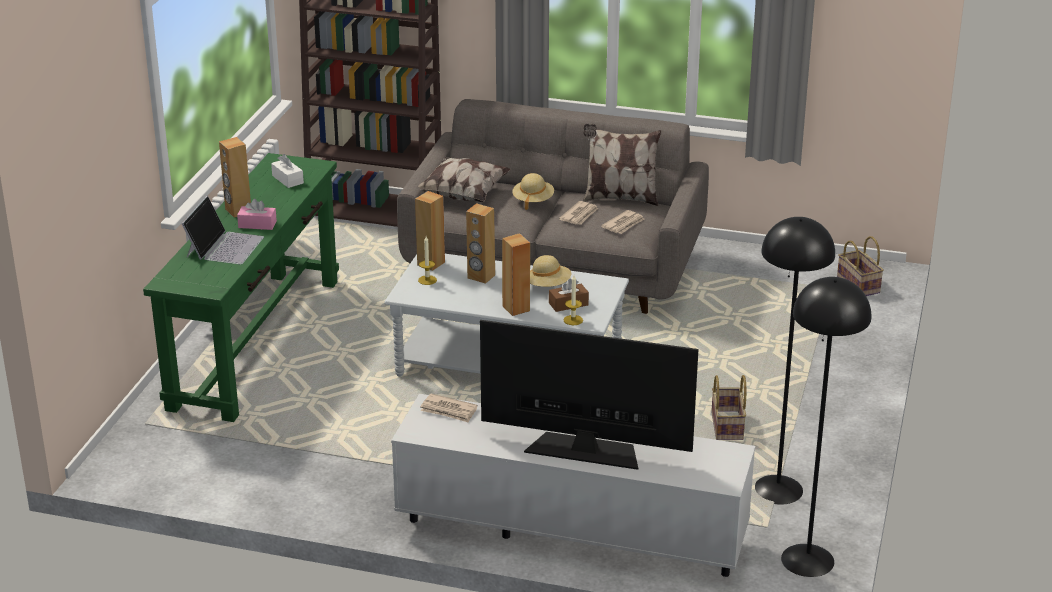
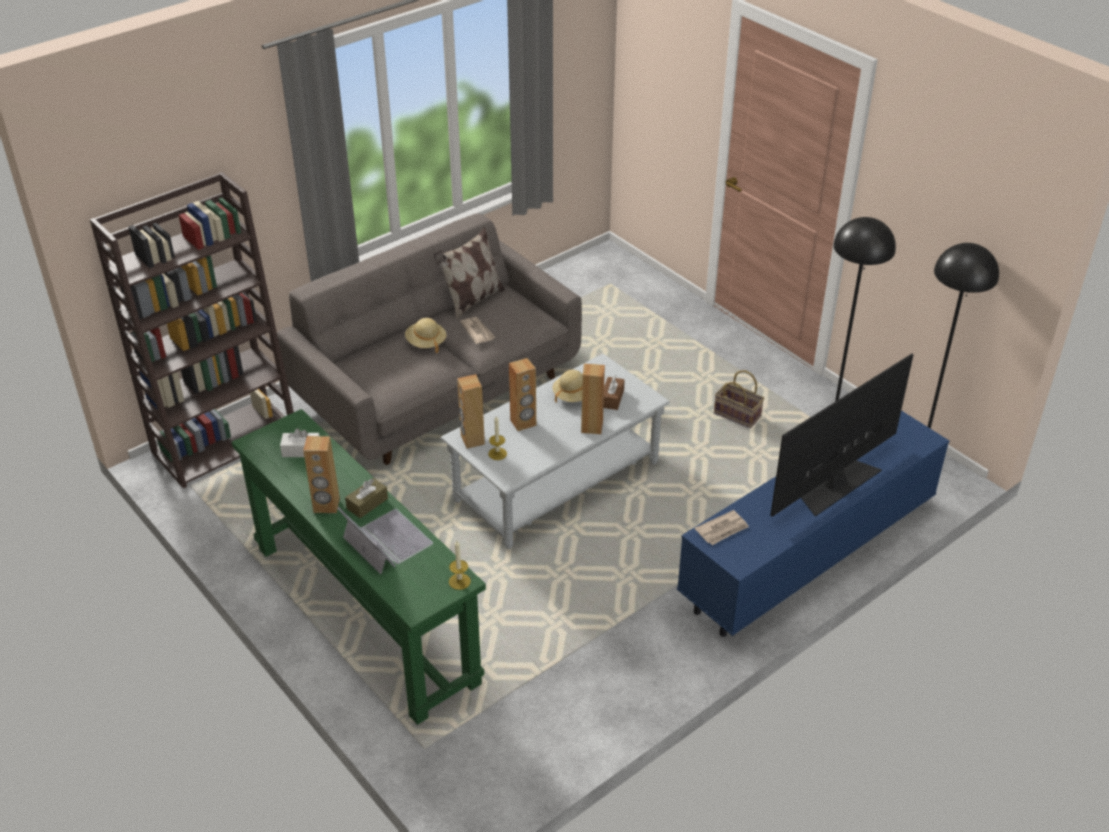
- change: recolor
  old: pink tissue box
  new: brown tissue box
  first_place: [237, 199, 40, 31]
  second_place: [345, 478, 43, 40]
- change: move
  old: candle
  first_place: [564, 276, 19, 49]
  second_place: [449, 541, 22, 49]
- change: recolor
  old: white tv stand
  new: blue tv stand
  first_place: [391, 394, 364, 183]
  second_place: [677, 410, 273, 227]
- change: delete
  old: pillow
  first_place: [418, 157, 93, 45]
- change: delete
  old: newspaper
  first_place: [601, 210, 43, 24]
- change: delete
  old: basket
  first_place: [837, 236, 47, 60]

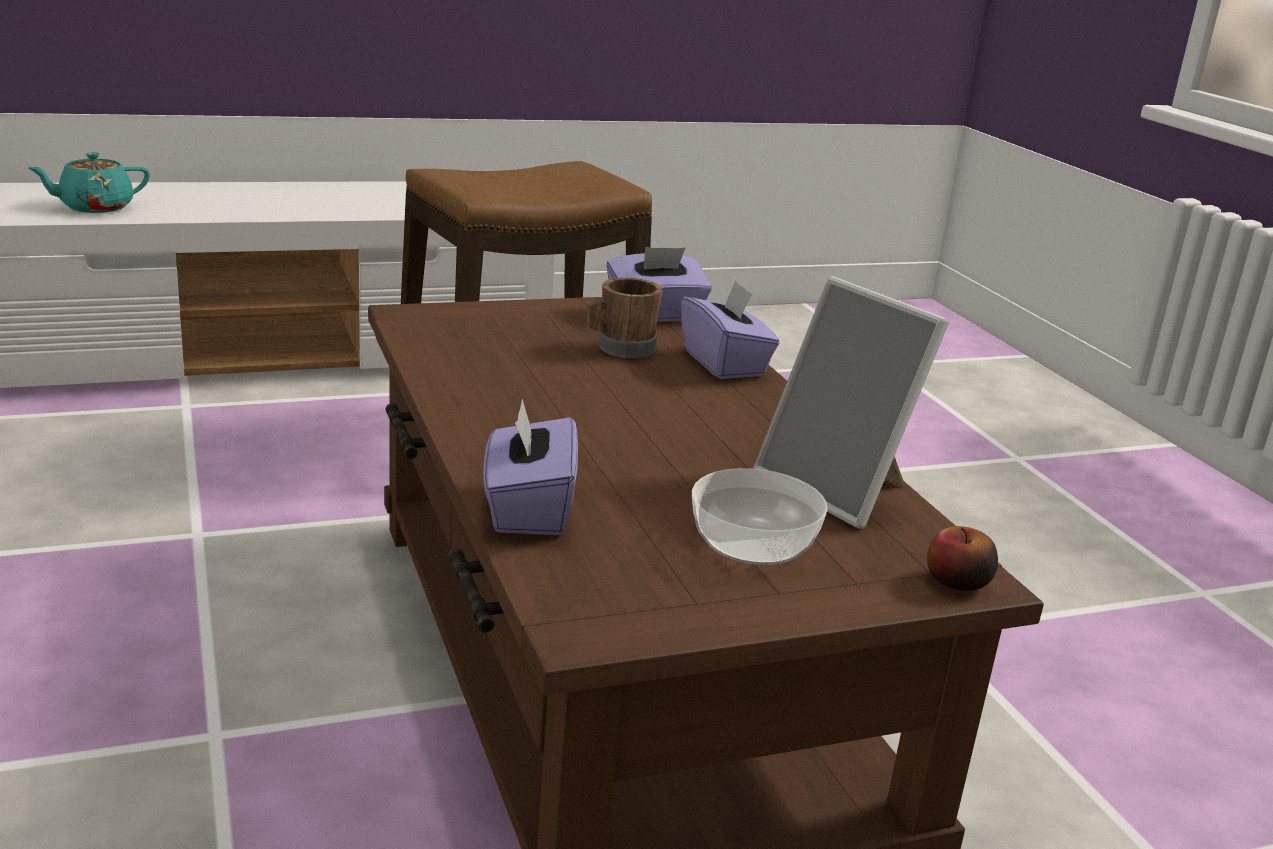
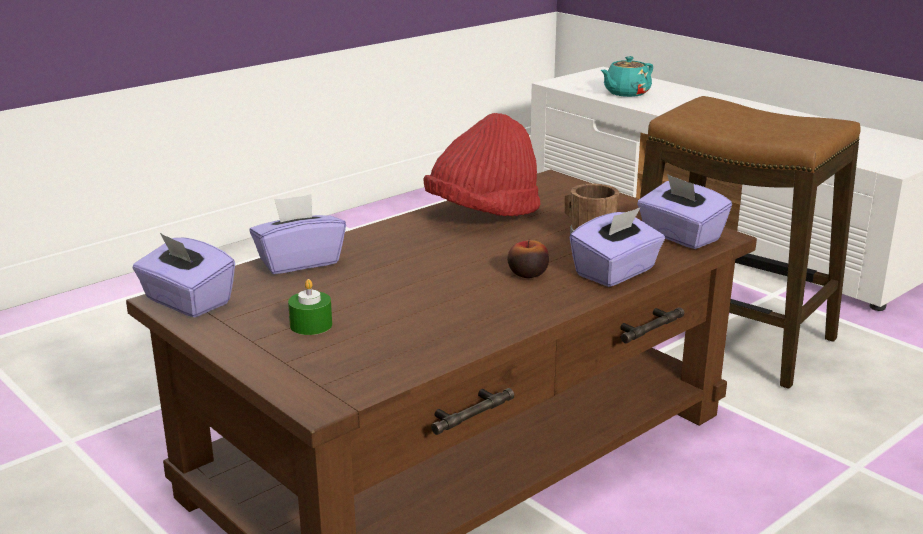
- change: insert
  new: purple tissue box
  second_place: [133, 233, 102, 84]
- change: replace
  old: bowl
  new: green candle
  first_place: [692, 468, 135, 97]
  second_place: [288, 279, 44, 56]
- change: insert
  new: red hat
  second_place: [424, 113, 117, 103]
- change: move
  old: apple
  first_place: [927, 526, 71, 65]
  second_place: [507, 239, 42, 39]
- change: rotate
  old: turquoise teapot
  first_place: [28, 152, 122, 61]
  second_place: [601, 56, 52, 41]
  degrees: -75
- change: delete
  old: picture frame
  first_place: [753, 276, 196, 253]

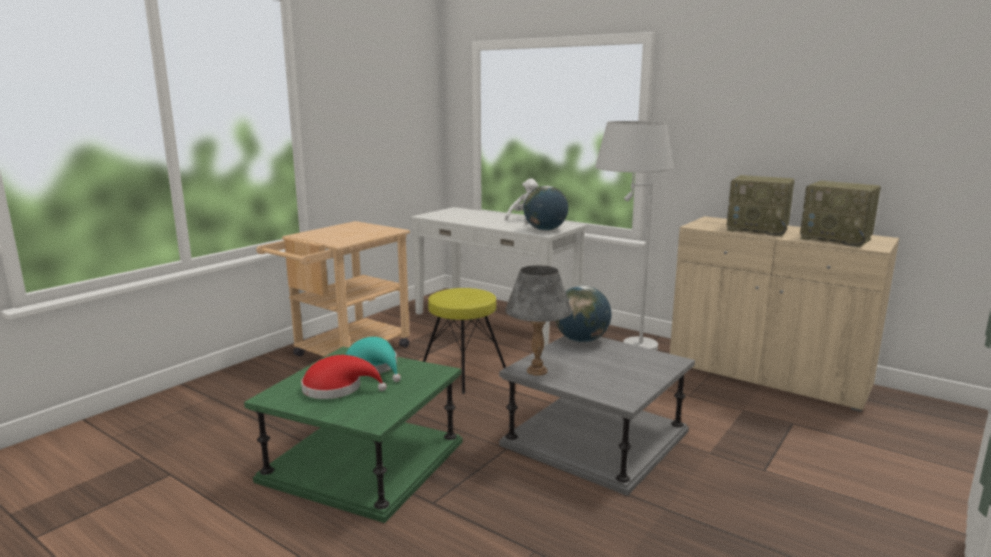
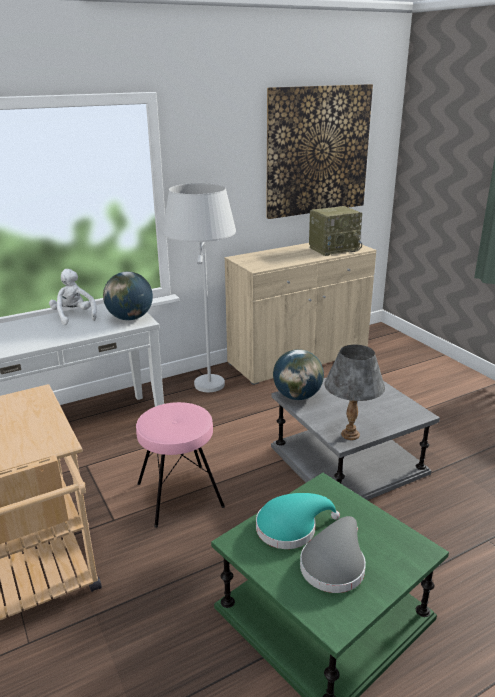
- change: recolor
  old: yellow stool
  new: pink stool
  first_place: [423, 288, 83, 106]
  second_place: [136, 402, 89, 126]
- change: insert
  new: picture
  second_place: [266, 84, 107, 135]
- change: recolor
  old: red hat
  new: grey hat
  first_place: [301, 355, 86, 44]
  second_place: [300, 516, 66, 77]
- change: delete
  old: radio
  first_place: [726, 175, 69, 61]

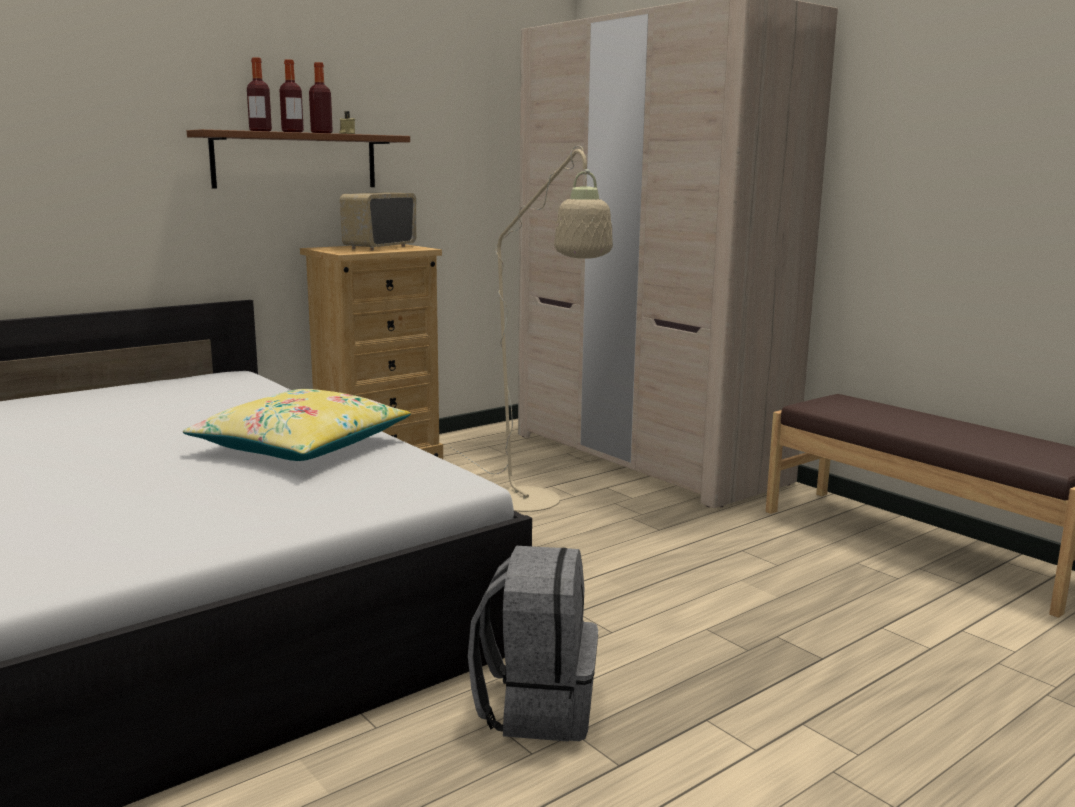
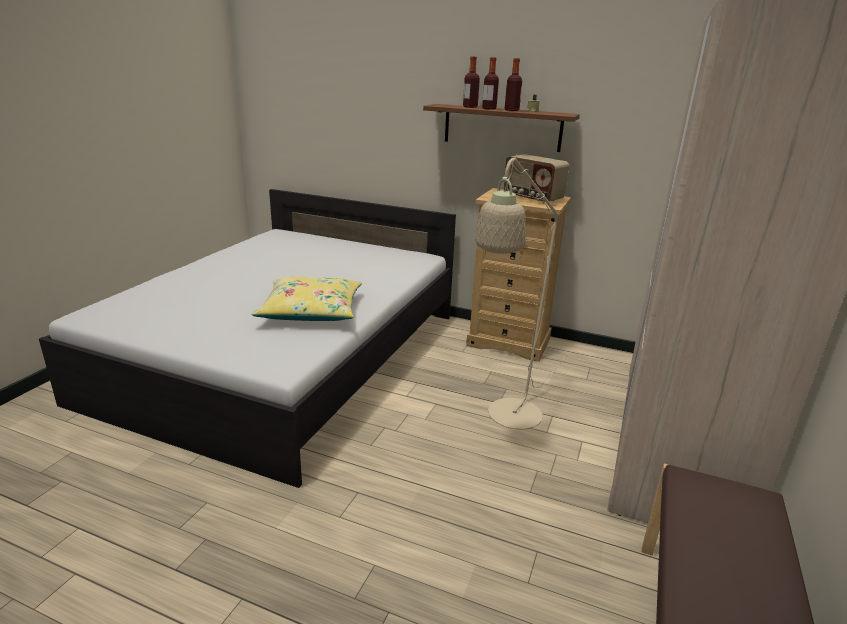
- change: rotate
  old: radio
  first_place: [340, 192, 76, 58]
  second_place: [504, 154, 65, 50]
  degrees: -135
- change: delete
  old: grey backpack
  first_place: [468, 546, 130, 196]

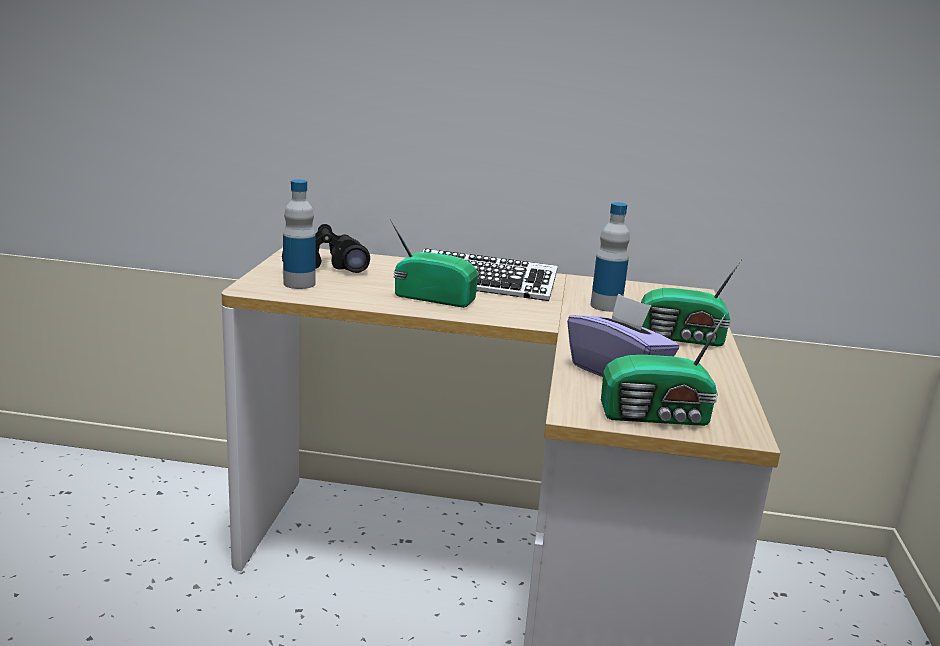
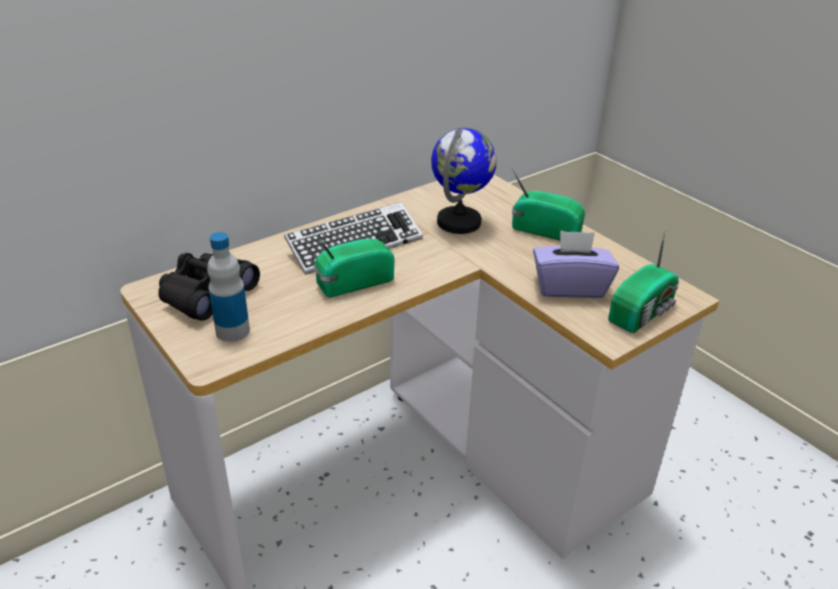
- change: replace
  old: bottle
  new: globe
  first_place: [590, 202, 40, 110]
  second_place: [431, 127, 66, 107]
- change: rotate
  old: radio
  first_place: [641, 258, 102, 89]
  second_place: [512, 168, 73, 72]
  degrees: -120

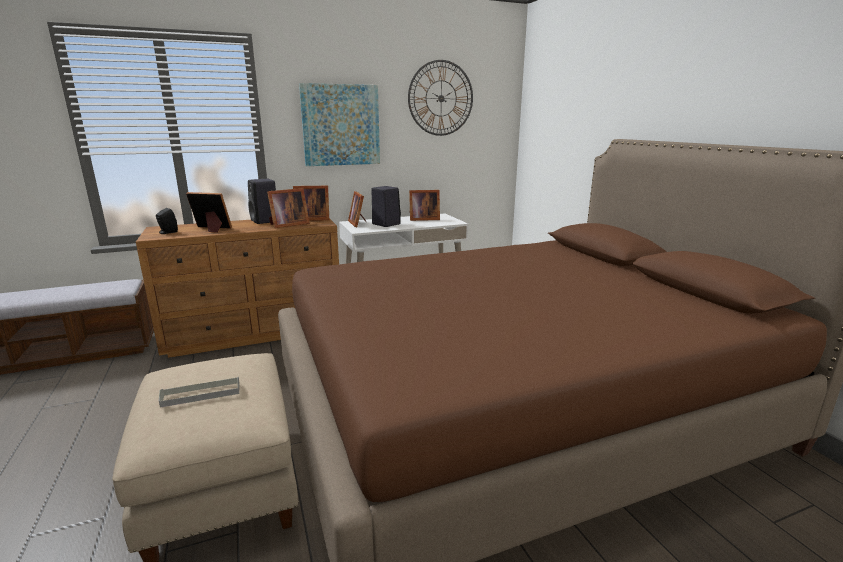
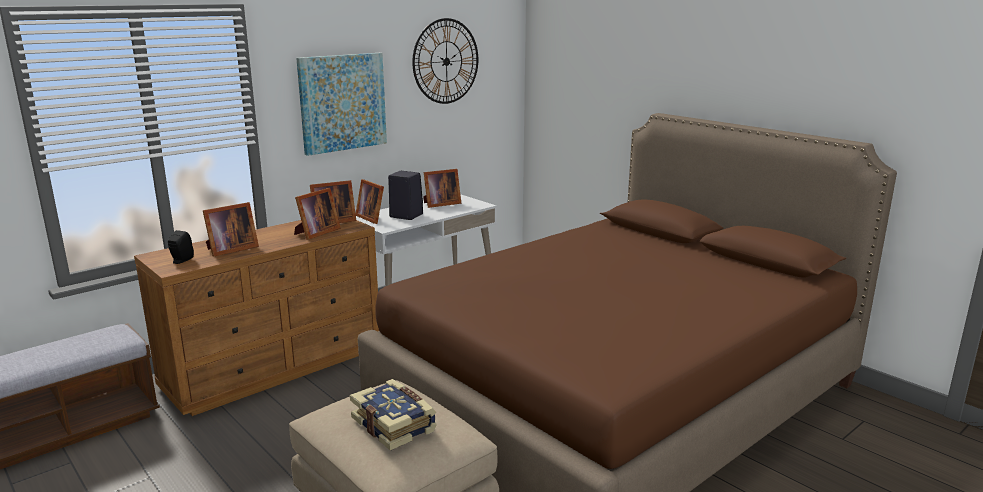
- change: rotate
  old: picture frame
  first_place: [186, 192, 46, 41]
  second_place: [203, 202, 56, 54]
  degrees: 150
- change: replace
  old: grey tray
  new: book
  first_place: [159, 376, 81, 32]
  second_place: [350, 379, 87, 72]
- change: delete
  old: black speaker
  first_place: [248, 179, 28, 45]

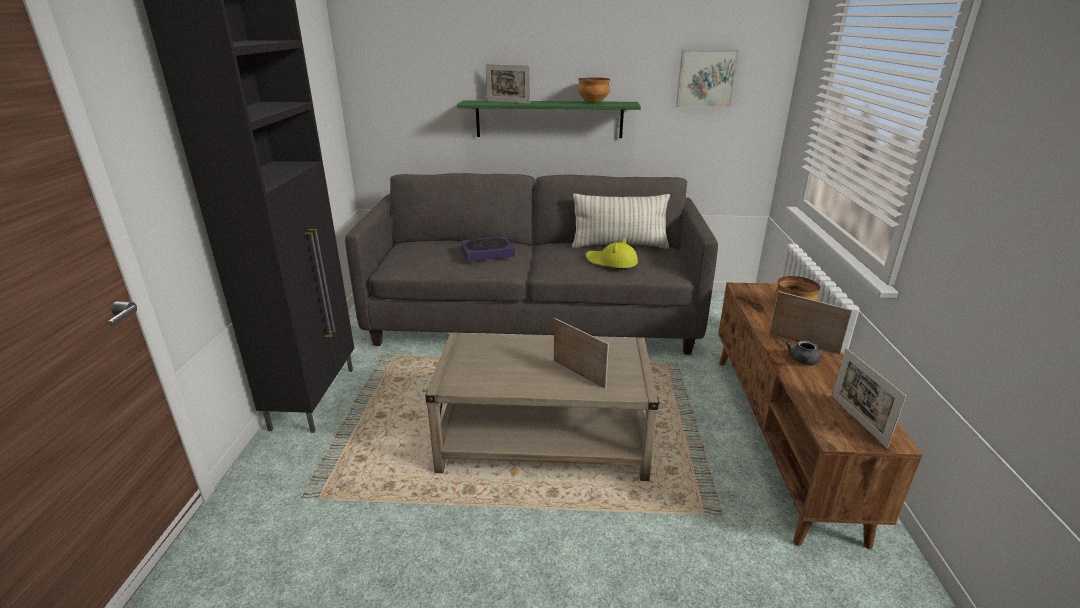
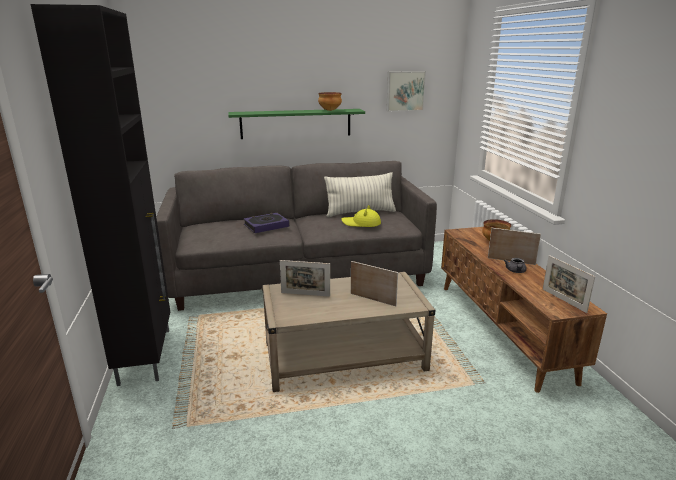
- change: move
  old: picture frame
  first_place: [486, 64, 44, 40]
  second_place: [280, 260, 50, 37]

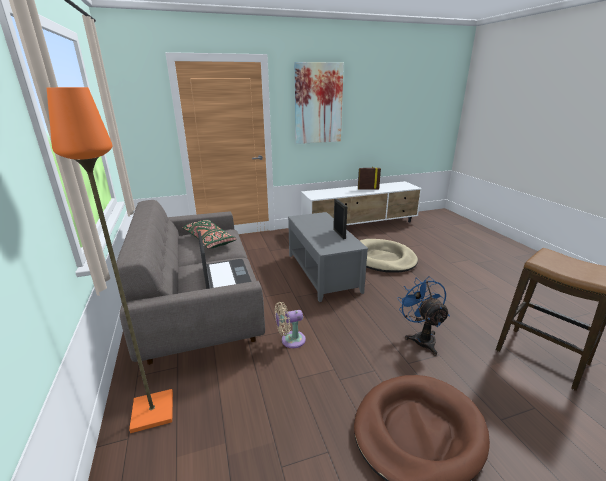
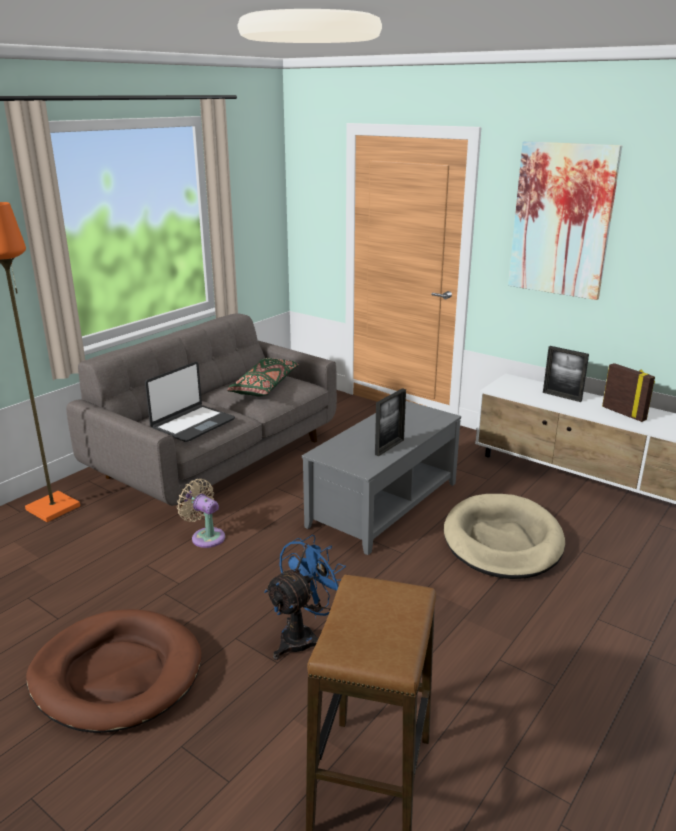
- change: insert
  new: picture frame
  second_place: [543, 346, 46, 56]

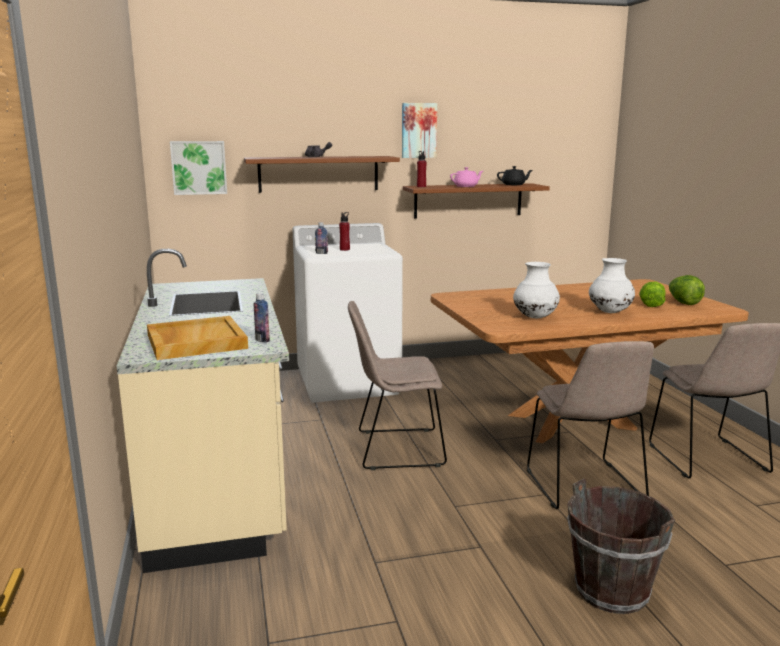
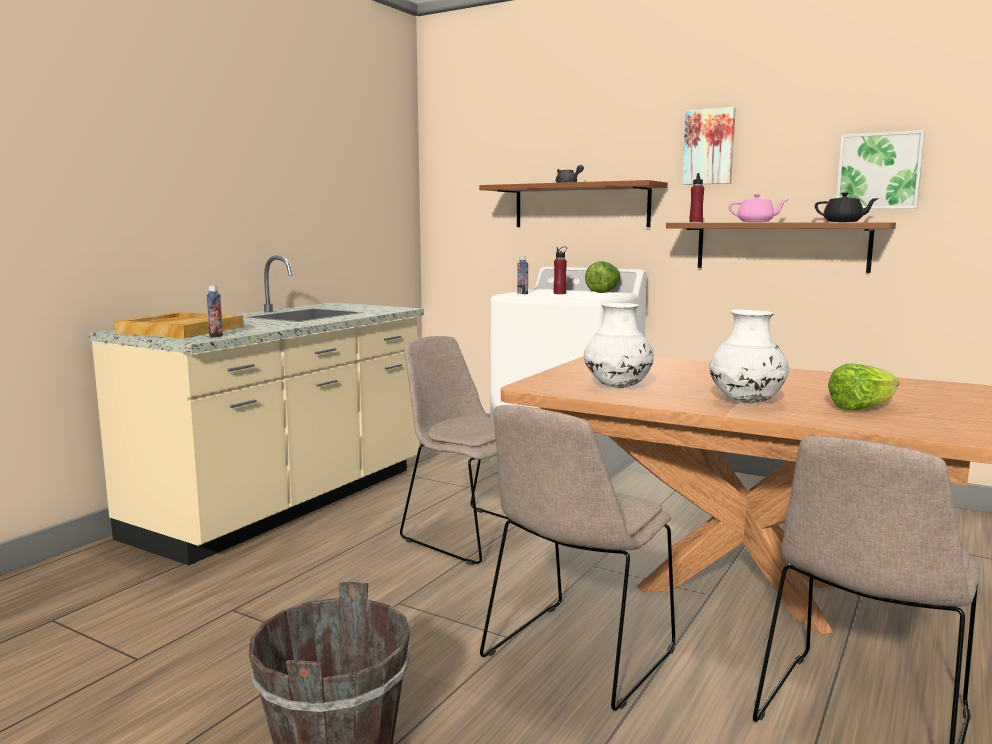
- change: move
  old: lettuce
  first_place: [669, 275, 36, 30]
  second_place: [585, 261, 36, 32]
- change: move
  old: picture
  first_place: [170, 141, 57, 54]
  second_place: [836, 130, 89, 79]

